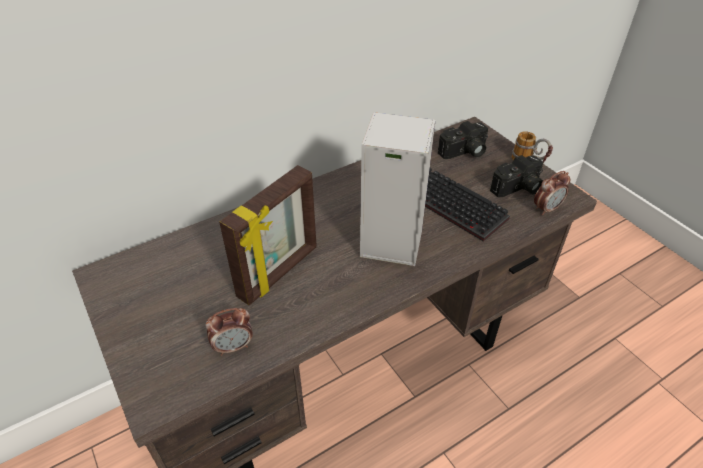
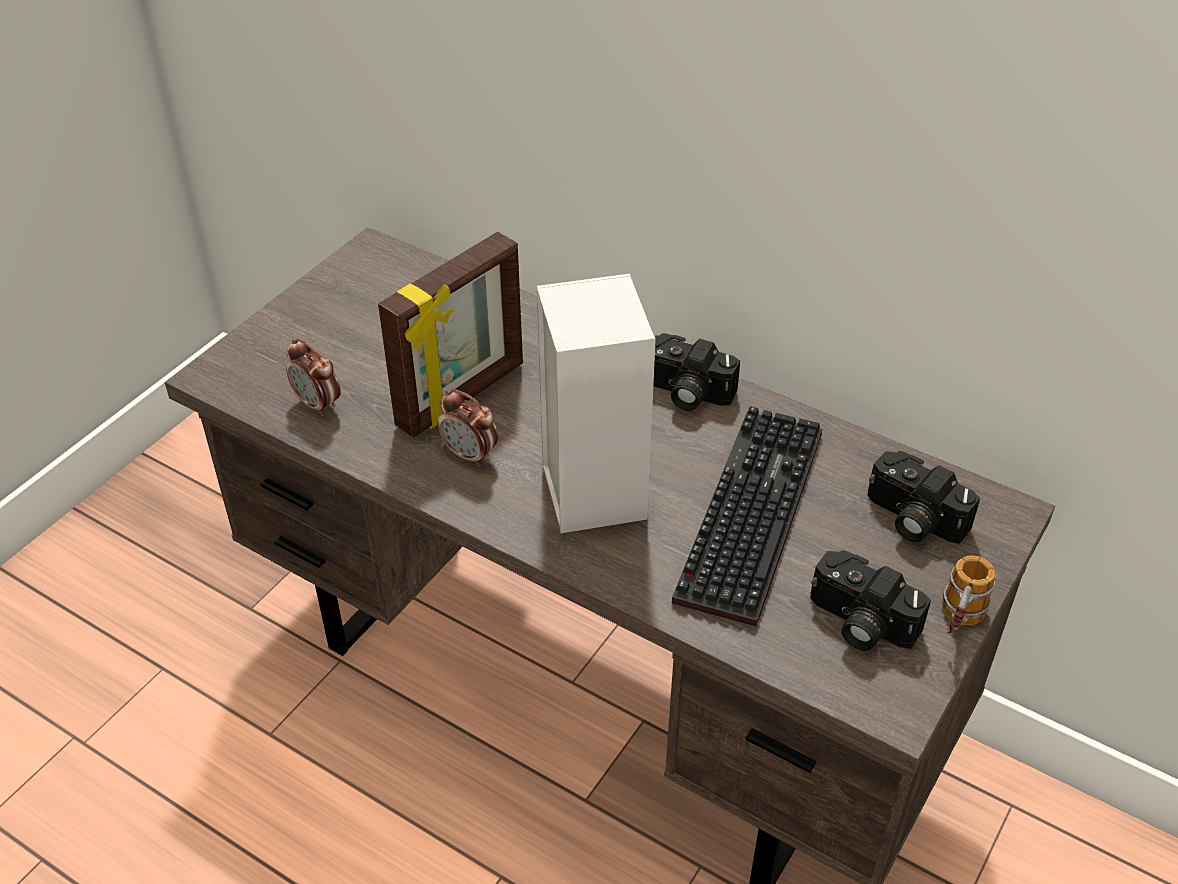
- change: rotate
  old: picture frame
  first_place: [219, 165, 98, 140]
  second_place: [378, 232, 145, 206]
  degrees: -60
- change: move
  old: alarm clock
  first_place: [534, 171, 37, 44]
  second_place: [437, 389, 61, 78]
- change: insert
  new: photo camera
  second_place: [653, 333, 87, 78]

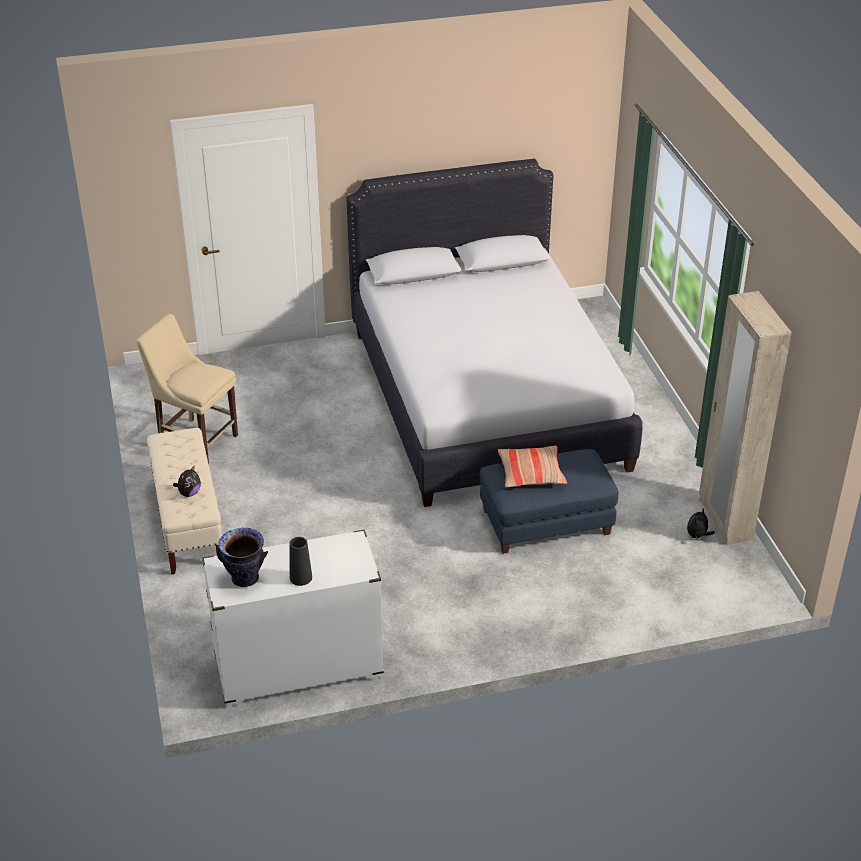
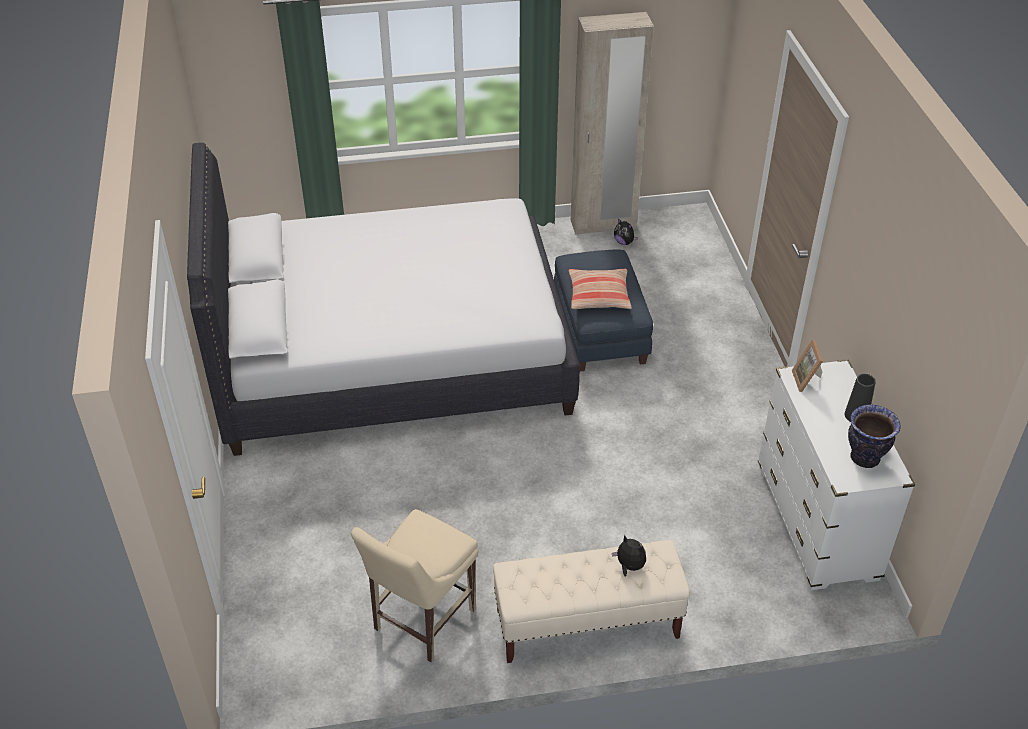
- change: insert
  new: picture frame
  second_place: [792, 340, 31, 52]

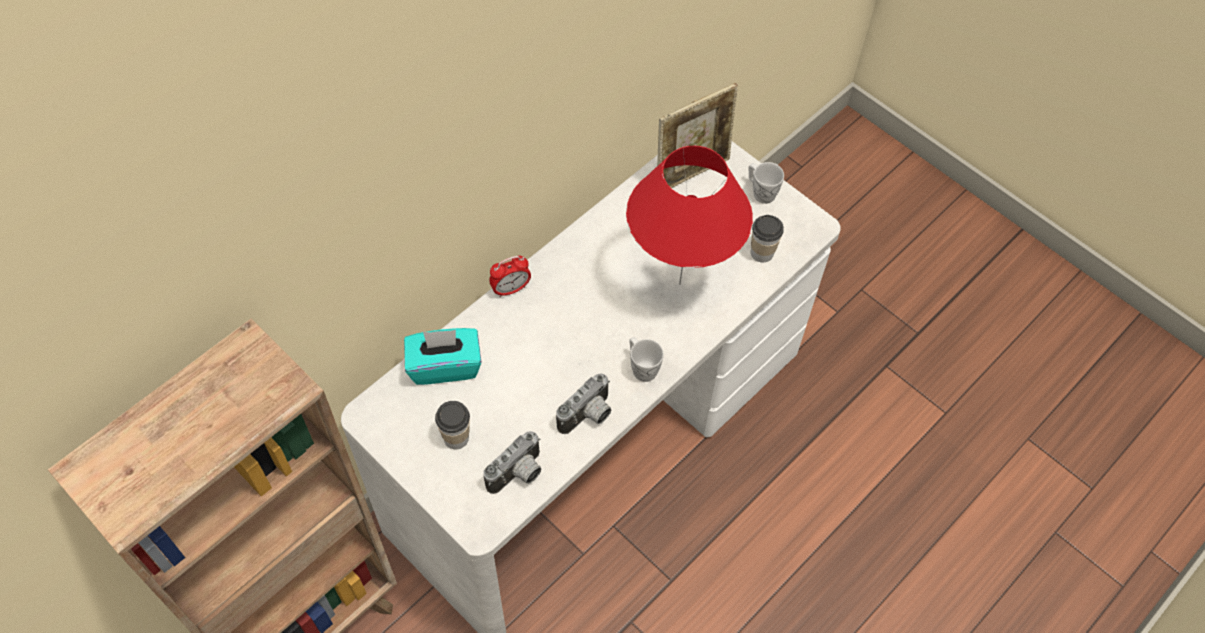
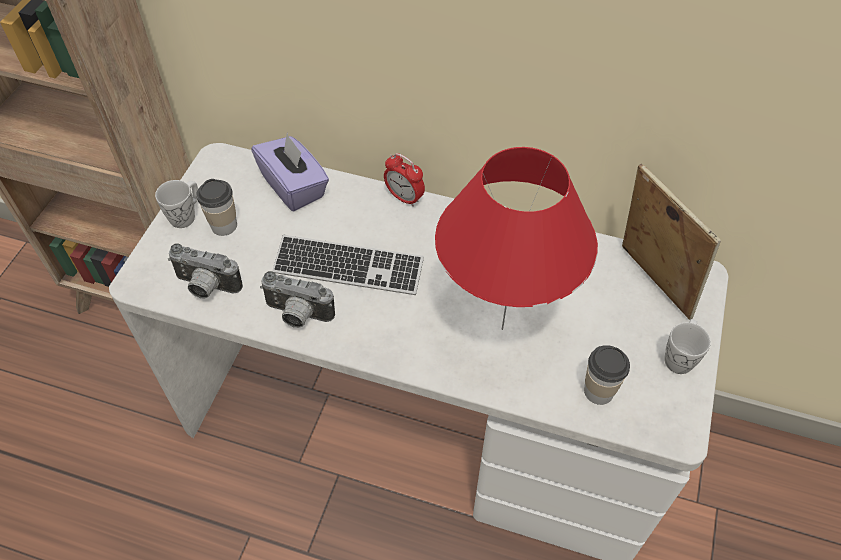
- change: move
  old: white mug
  first_place: [629, 337, 35, 45]
  second_place: [155, 180, 43, 48]
- change: recolor
  old: turquoise tissue box
  new: purple tissue box
  first_place: [404, 328, 78, 57]
  second_place: [251, 134, 78, 77]
- change: insert
  new: keyboard
  second_place: [272, 235, 152, 60]
- change: rotate
  old: picture frame
  first_place: [657, 83, 81, 105]
  second_place: [622, 163, 99, 157]
  degrees: -150

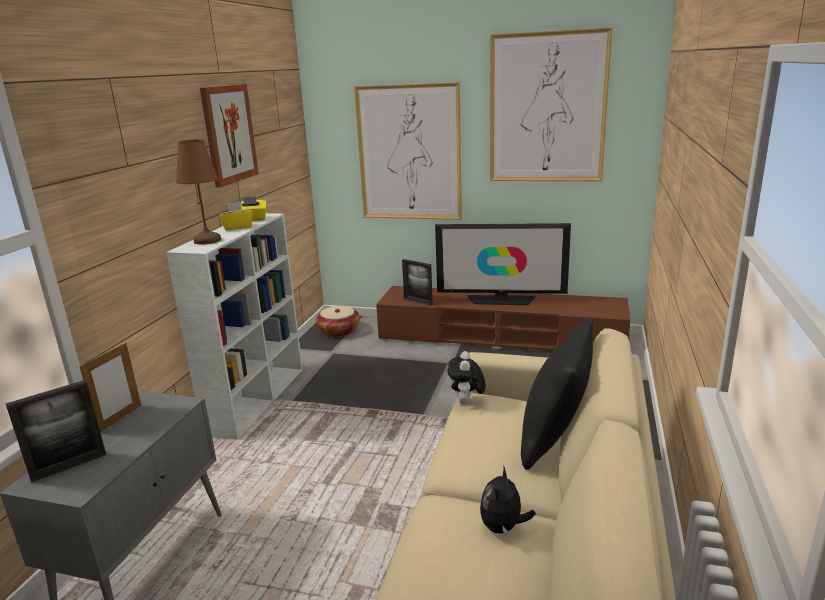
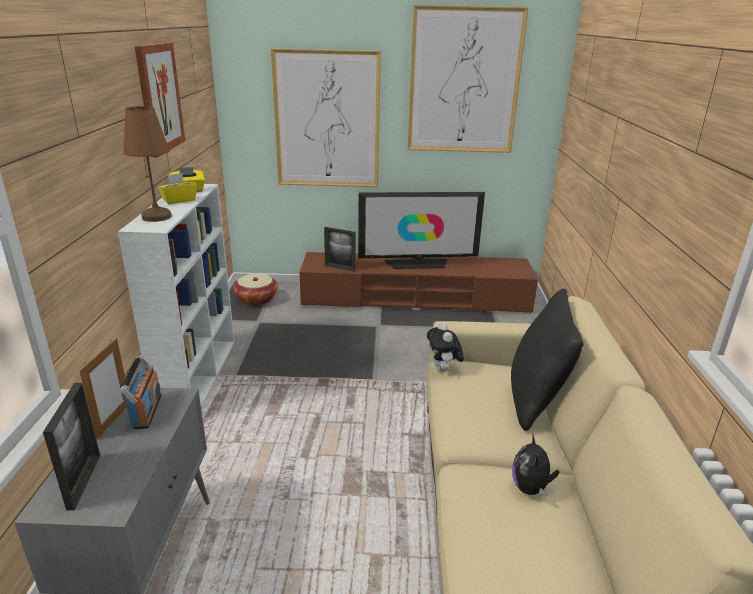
- change: rotate
  old: picture frame
  first_place: [6, 380, 100, 103]
  second_place: [43, 383, 57, 128]
  degrees: -45
- change: insert
  new: radio
  second_place: [120, 355, 41, 74]

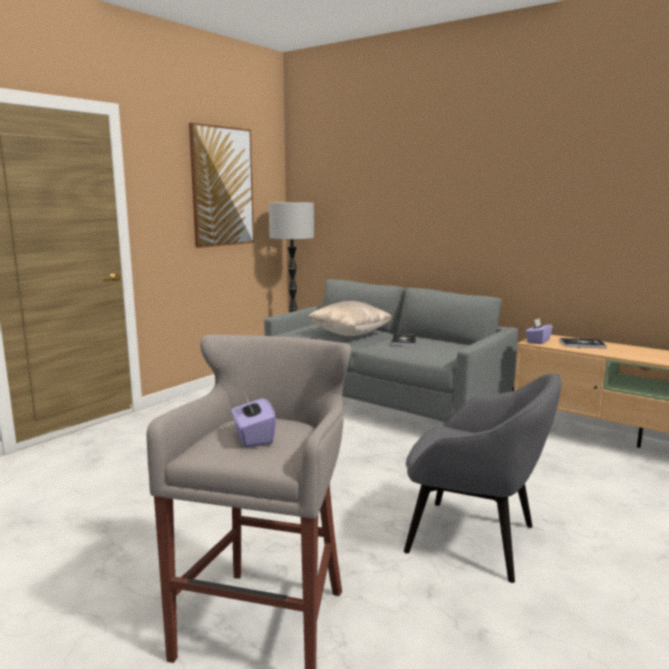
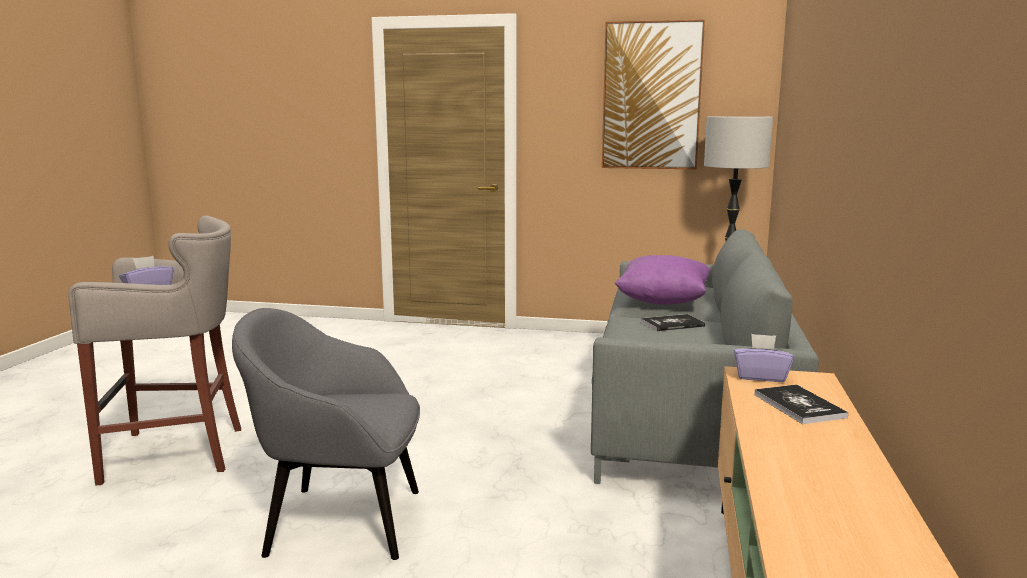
- change: rotate
  old: grey armchair
  first_place: [404, 373, 157, 210]
  second_place: [232, 308, 188, 252]
  degrees: 90
- change: recolor
  old: beige pillow
  new: purple pillow
  first_place: [308, 301, 84, 35]
  second_place: [615, 255, 96, 50]

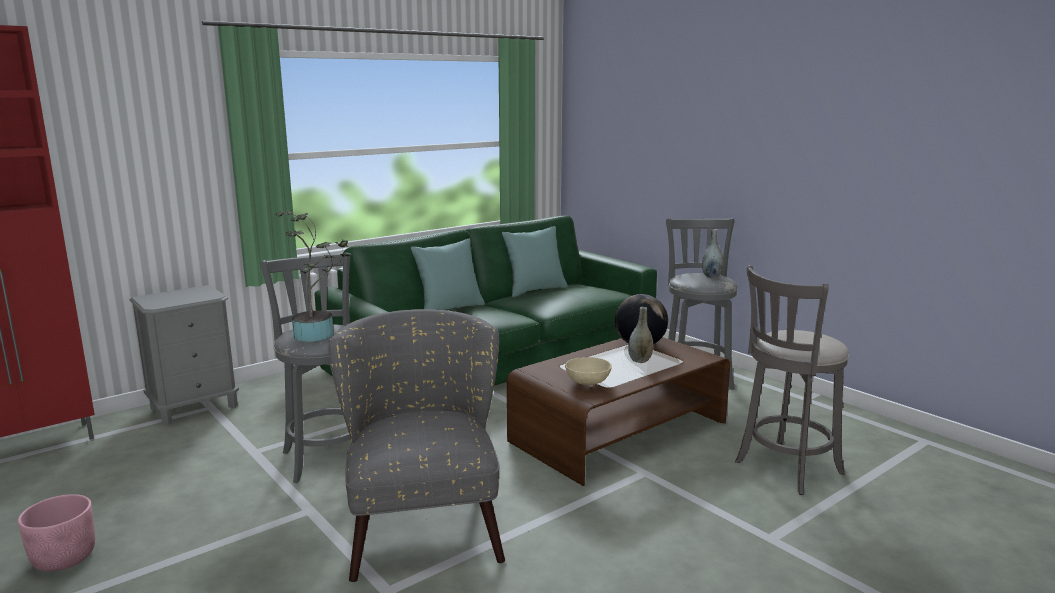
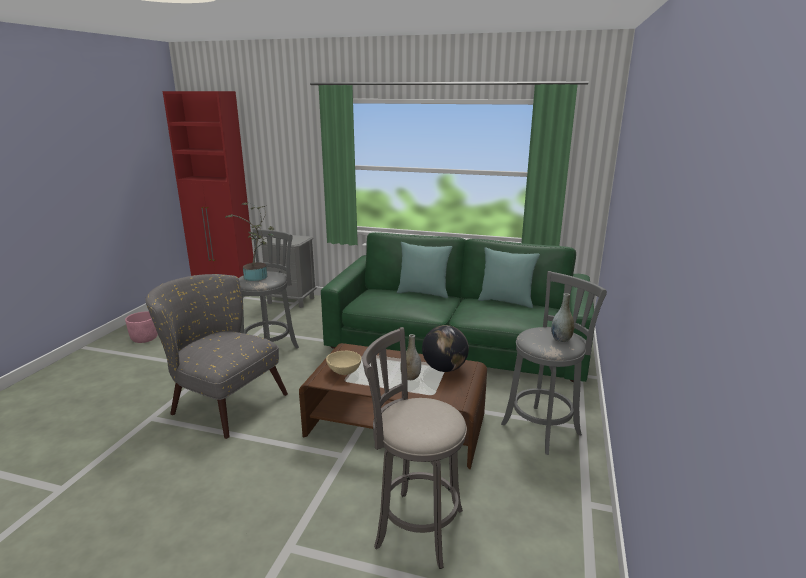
- change: rotate
  old: grey armchair
  first_place: [328, 309, 177, 273]
  second_place: [145, 274, 143, 165]
  degrees: -105

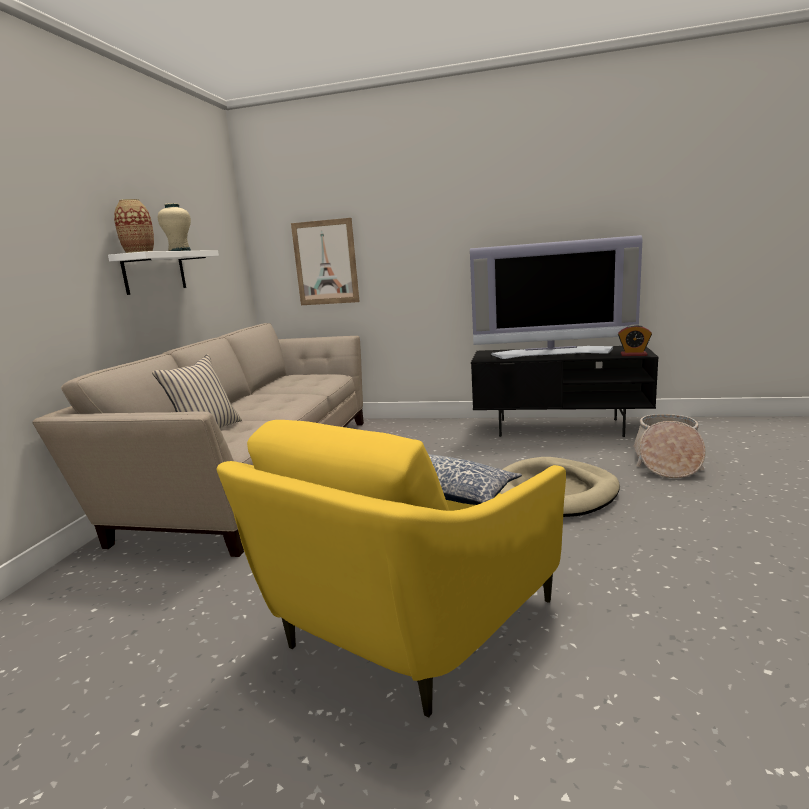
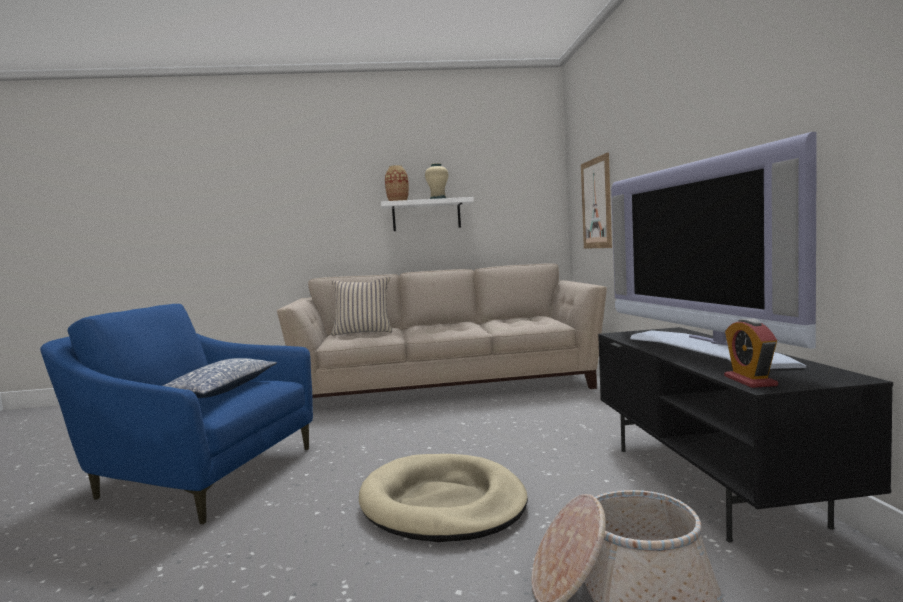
- change: recolor
  old: yellow armchair
  new: blue armchair
  first_place: [217, 420, 349, 297]
  second_place: [40, 304, 273, 220]

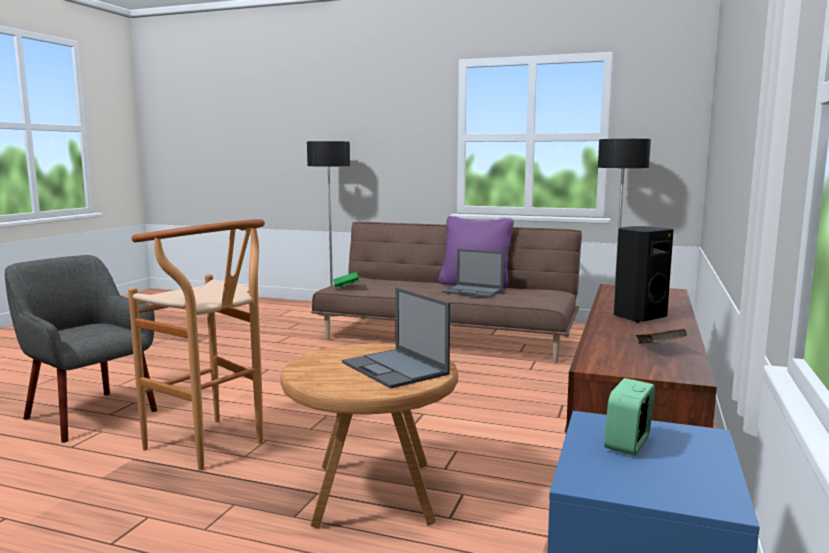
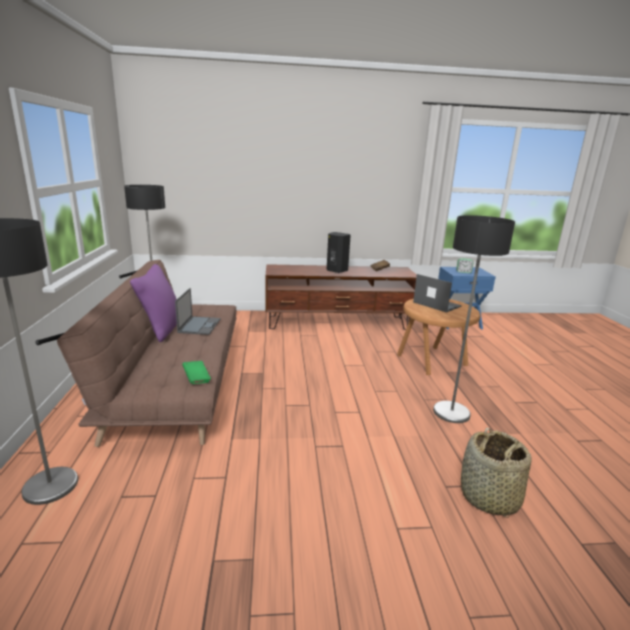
- change: rotate
  old: laptop
  first_place: [342, 287, 108, 102]
  second_place: [413, 274, 49, 39]
  degrees: -75
- change: replace
  old: brown stool
  new: floor lamp
  first_place: [128, 219, 137, 251]
  second_place: [433, 215, 82, 208]
- change: replace
  old: grey armchair
  new: basket
  first_place: [5, 255, 152, 188]
  second_place: [461, 428, 71, 90]

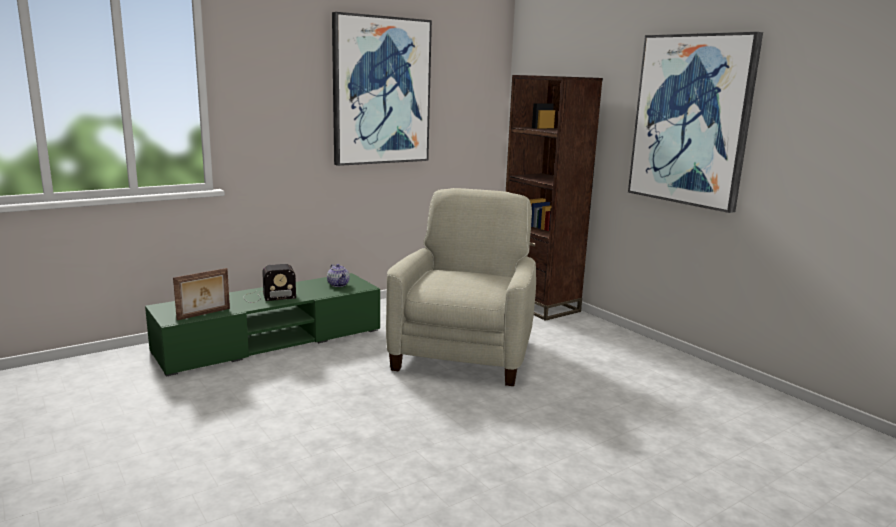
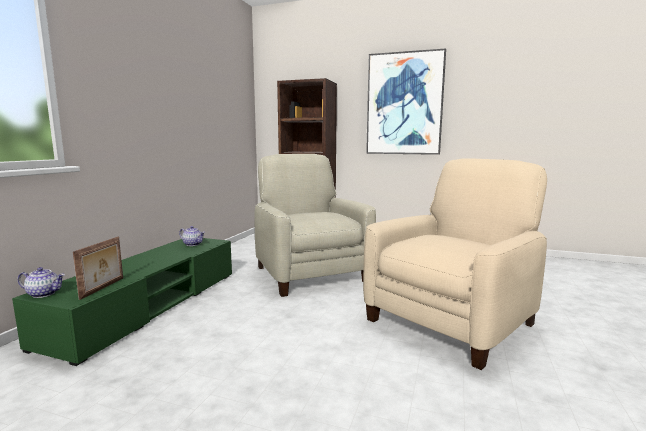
- change: insert
  new: teapot
  second_place: [18, 267, 47, 31]
- change: insert
  new: beige armchair
  second_place: [363, 158, 184, 212]
- change: delete
  old: radio
  first_place: [244, 264, 52, 39]
- change: delete
  old: picture
  first_place: [332, 12, 100, 154]

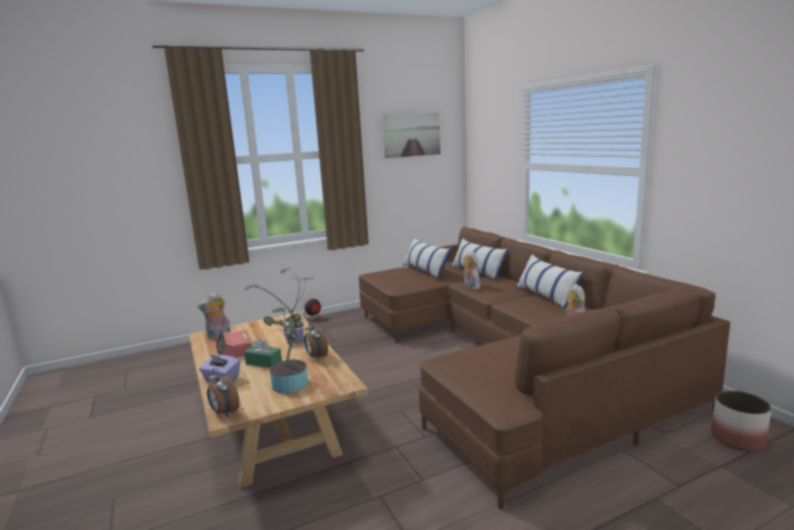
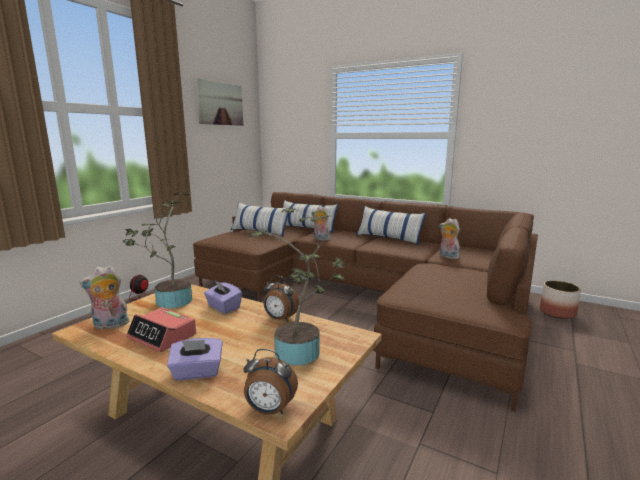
- change: rotate
  old: plush toy
  first_place: [198, 292, 33, 47]
  second_place: [80, 265, 49, 65]
  degrees: 45
- change: insert
  new: potted plant
  second_place: [123, 193, 69, 116]
- change: delete
  old: green tissue box
  first_place: [244, 338, 38, 30]

